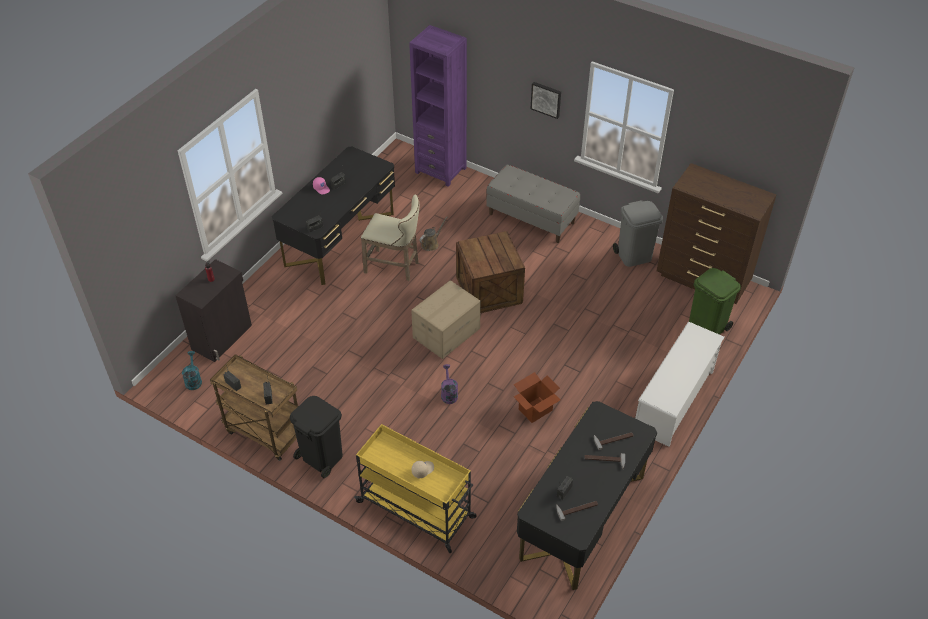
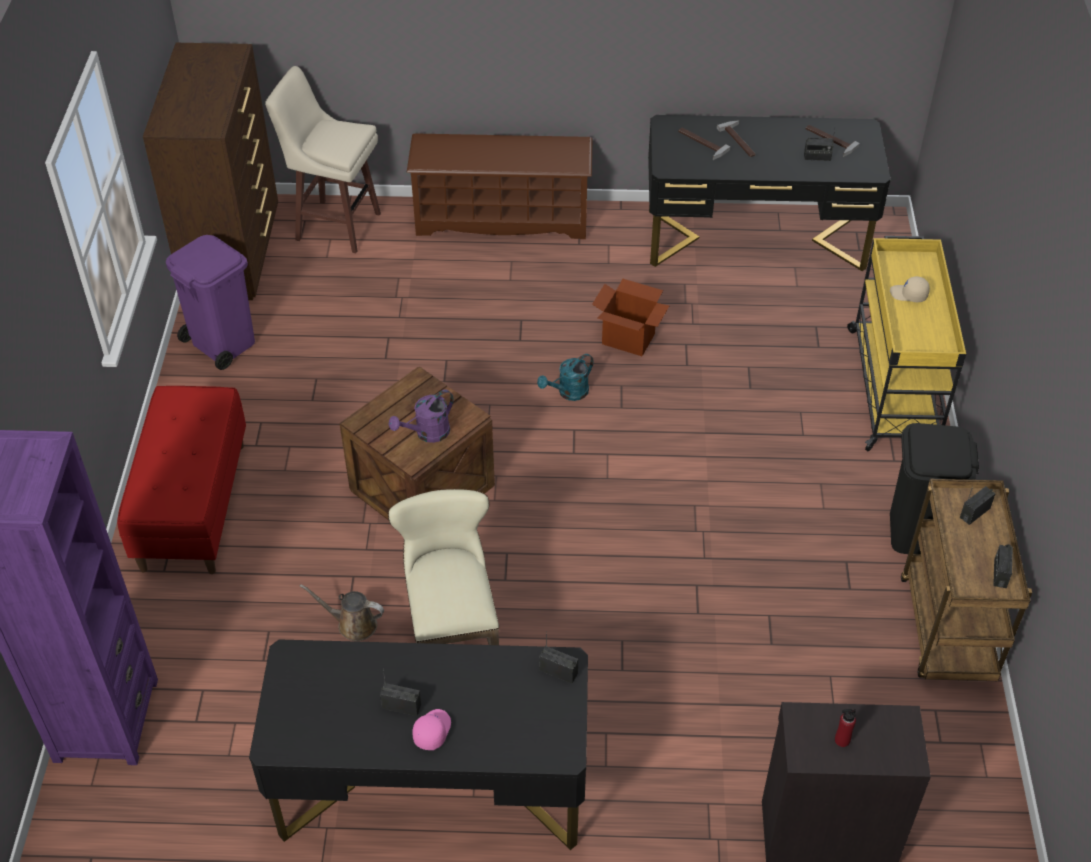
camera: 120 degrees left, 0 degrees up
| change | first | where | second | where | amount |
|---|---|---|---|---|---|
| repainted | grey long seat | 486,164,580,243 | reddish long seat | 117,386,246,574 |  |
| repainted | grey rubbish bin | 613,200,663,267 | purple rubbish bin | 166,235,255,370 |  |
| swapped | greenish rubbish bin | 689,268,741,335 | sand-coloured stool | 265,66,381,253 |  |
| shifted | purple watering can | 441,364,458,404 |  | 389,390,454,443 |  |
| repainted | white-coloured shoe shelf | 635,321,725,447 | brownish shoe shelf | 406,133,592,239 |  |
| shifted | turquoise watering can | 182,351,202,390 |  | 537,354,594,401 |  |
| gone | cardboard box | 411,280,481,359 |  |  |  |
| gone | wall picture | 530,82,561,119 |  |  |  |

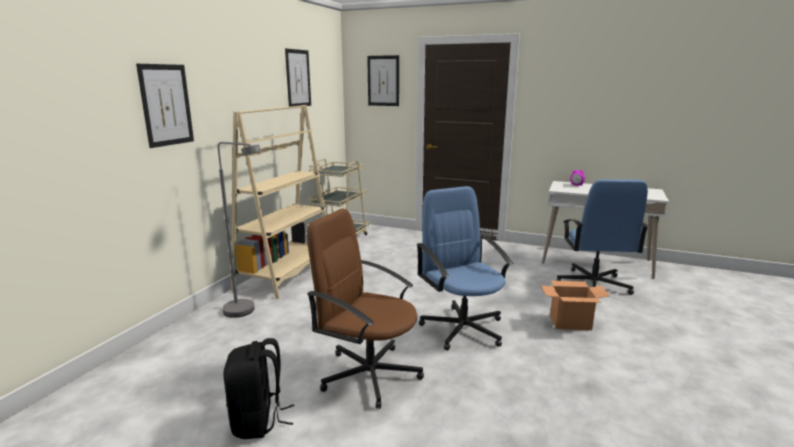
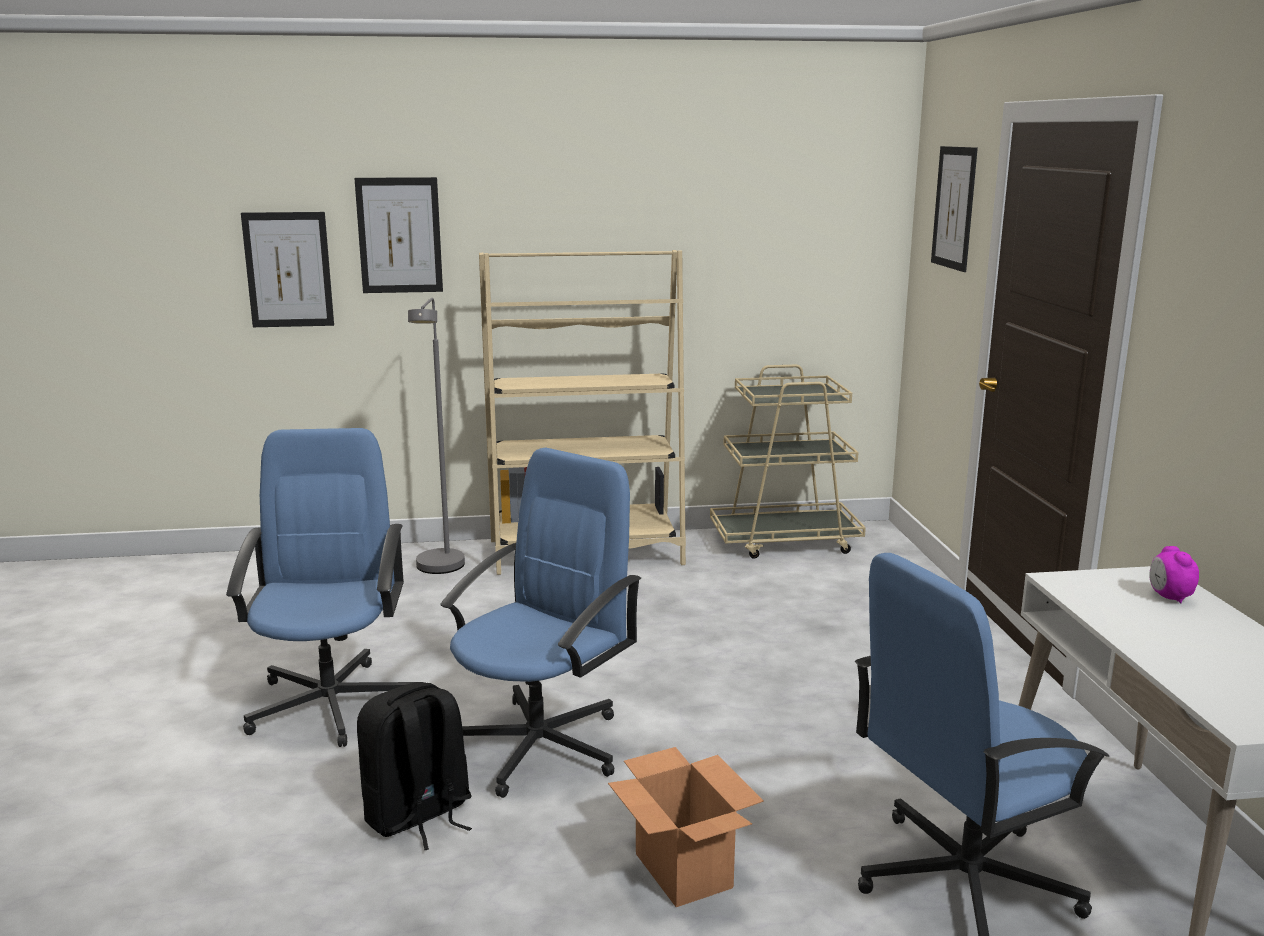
camera: 60 degrees right, 0 degrees up
| change | first | where | second | where | amount |
|---|---|---|---|---|---|
| repainted | brownish desk chair | 307,209,424,409 | blue-coloured desk chair | 226,428,414,747 |  |
| shifted | wall picture | 285,49,311,107 |  | 241,212,334,327 |  |
| shifted | black knapsack | 223,338,294,439 |  | 357,682,472,850 |  |

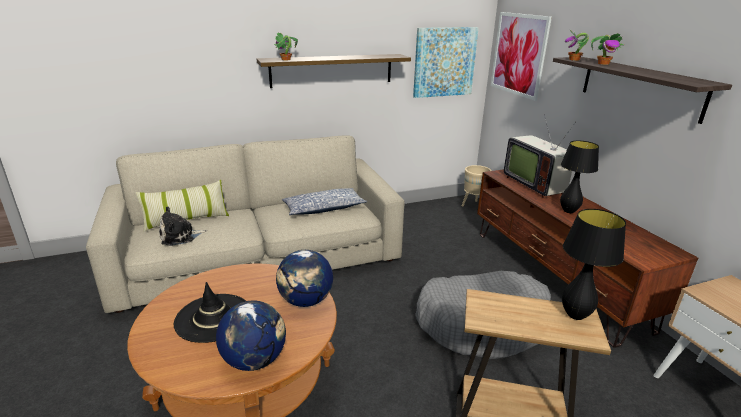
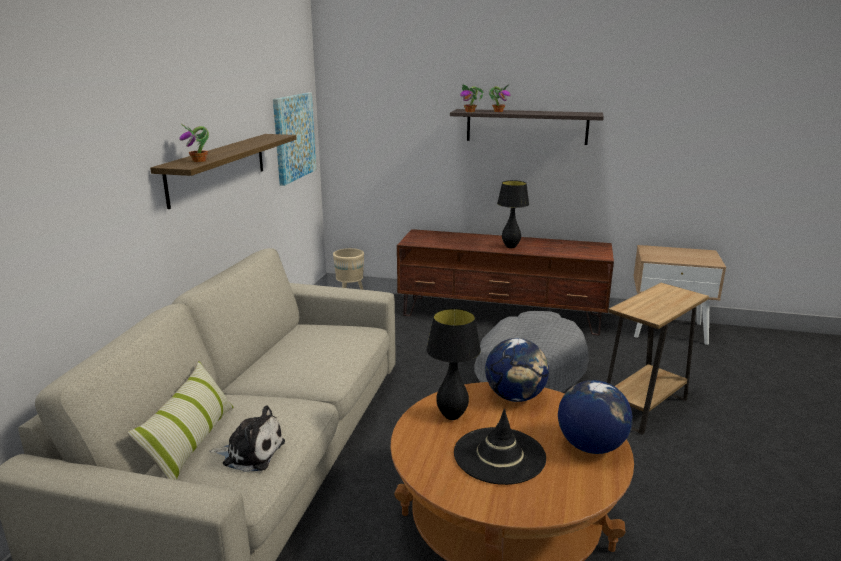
camera: 55 degrees left, 5 degrees down
| change | first | where | second | where | amount |
|---|---|---|---|---|---|
| rotated | cuddly toy | 159,206,207,246 |  | 209,405,285,472 | 90 degrees counterclockwise |
| shifted | black tabletop lamp | 562,209,626,320 |  | 426,308,481,420 |  |
| gone | pillow | 282,188,367,215 |  |  |  |
| gone | wall picture | 491,12,552,101 |  |  |  |
| gone | TV | 504,114,576,198 |  |  |  |

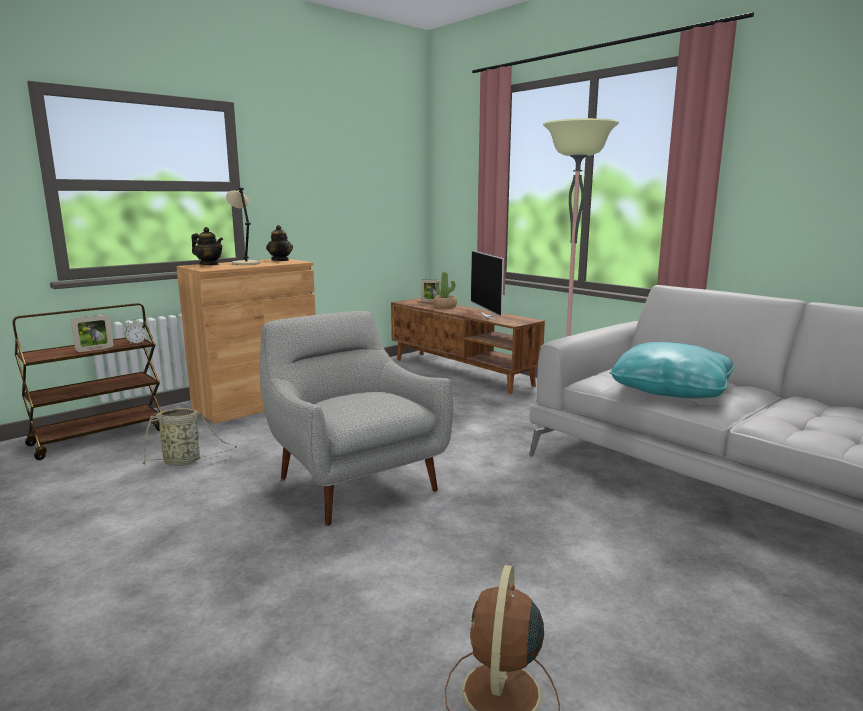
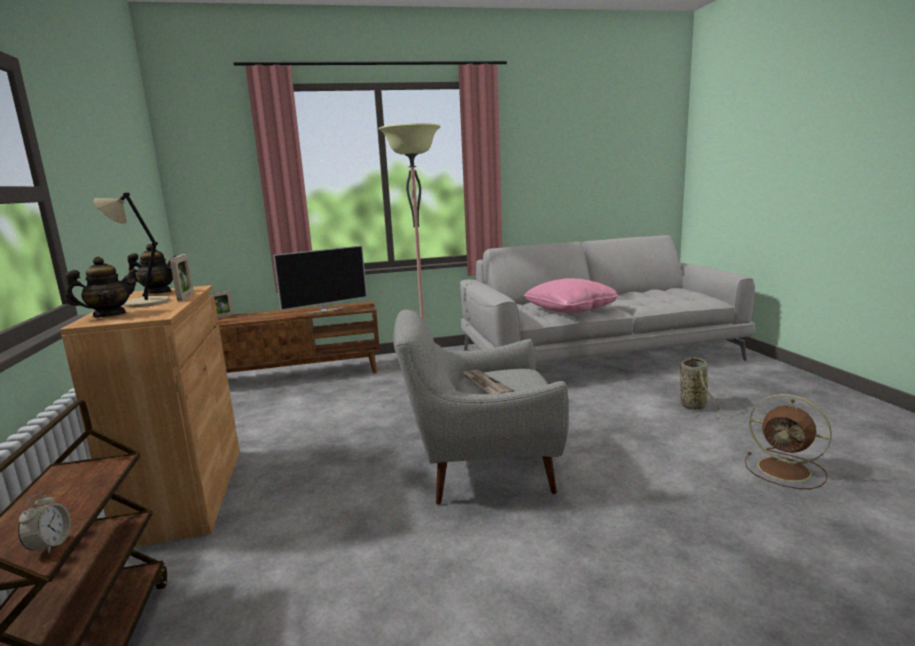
camera: 60 degrees left, 0 degrees up
| change | first | where | second | where | amount |
|---|---|---|---|---|---|
| shifted | alarm clock | 125,319,146,344 |  | 18,494,71,554 |  |
| shifted | picture frame | 71,315,113,352 |  | 170,254,194,301 |  |
| rotated | TV | 471,250,504,321 |  | 273,245,367,314 | 45 degrees counterclockwise |
| new |  |  | printed paper | 462,370,515,394 |  |
| repainted | turquoise pillow | 610,342,734,399 | pink pillow | 524,278,619,313 |  |
| shifted | storage basket | 141,408,237,466 |  | 679,358,721,416 |  |
| gone | potted plant | 434,271,457,308 |  |  |  |

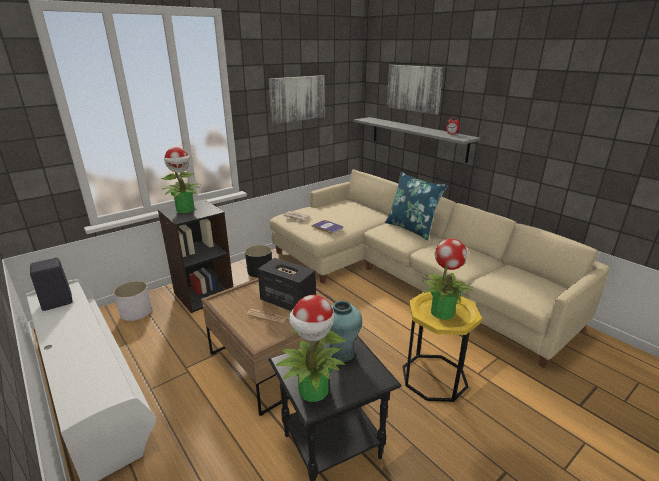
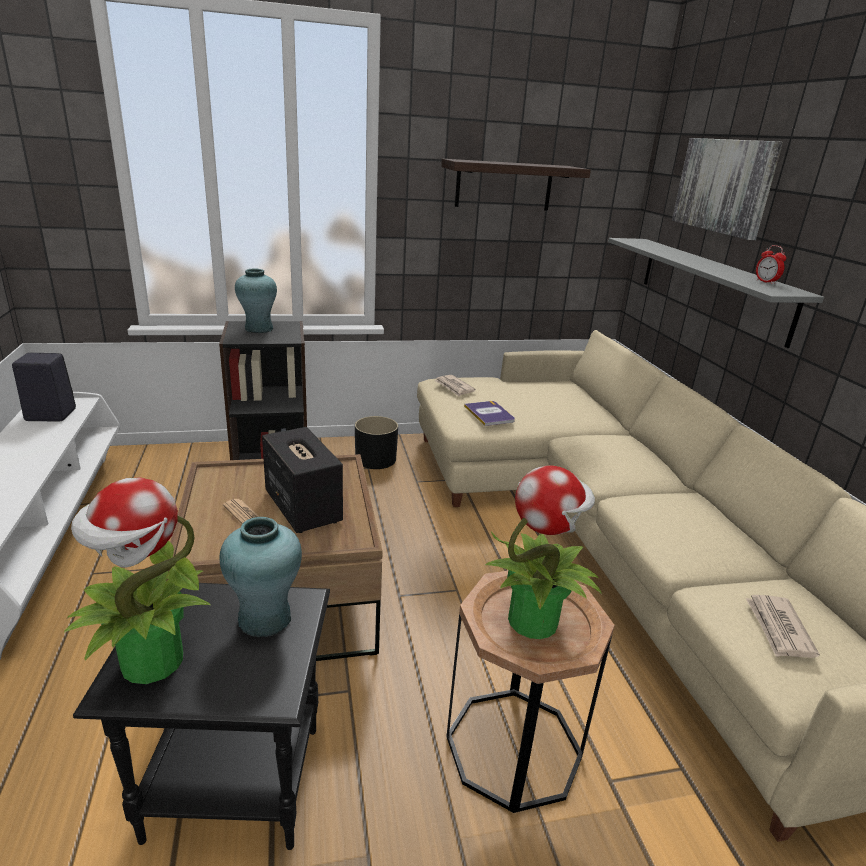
camera: 25 degrees right, 0 degrees up
| change | first | where | second | where | amount |
|---|---|---|---|---|---|
| swapped | potted plant | 161,147,198,213 | turquoise decorative vase | 235,269,277,333 |  |
| swapped | wall picture | 269,75,325,124 | shelf | 441,159,591,211 |  |
| repainted | yellowish end table | 403,291,482,402 | brownish end table | 446,571,615,813 |  |
| new |  |  | printed paper | 746,595,820,658 |  |
| gone | white-coloured planter | 113,281,152,321 |  |  |  |
| gone | blue-coloured pillow | 385,172,448,240 |  |  |  |

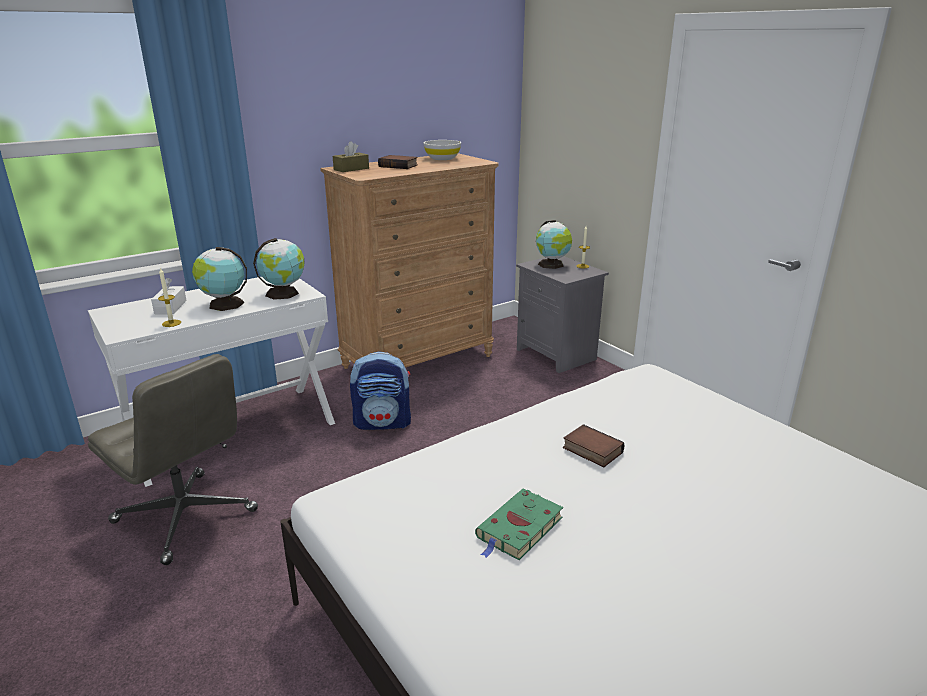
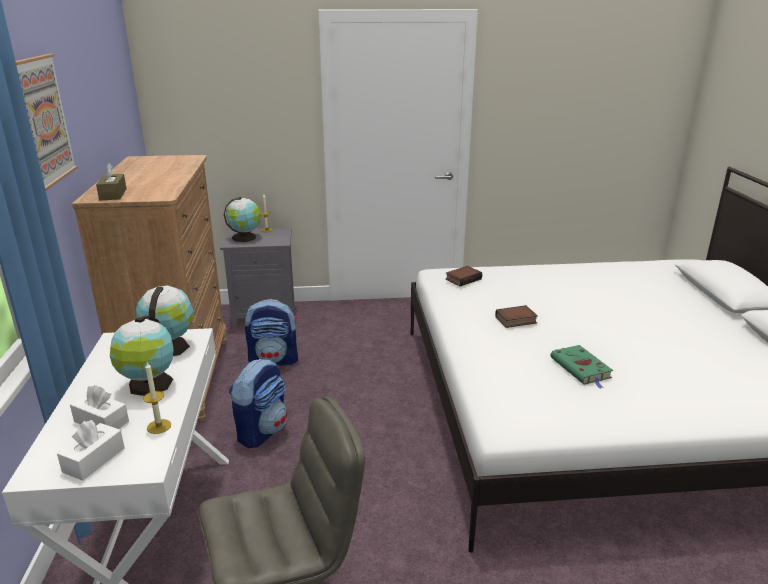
camera: 60 degrees left, 0 degrees up
| change | first | where | second | where | amount |
|---|---|---|---|---|---|
| new |  |  | wall picture | 15,54,78,191 |  |
| new |  |  | white-coloured box of tissues | 57,420,125,481 |  |
| new |  |  | knapsack | 245,299,298,366 |  |
| shifted | bound book | 378,155,418,169 |  | 446,266,482,286 |  |
| gone | white-coloured serving bowl | 424,140,461,160 |  |  |  |

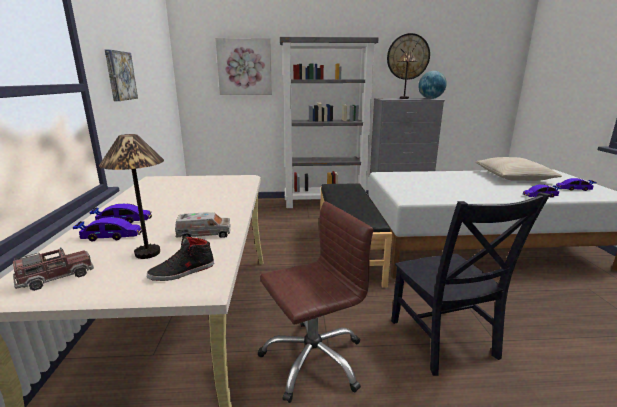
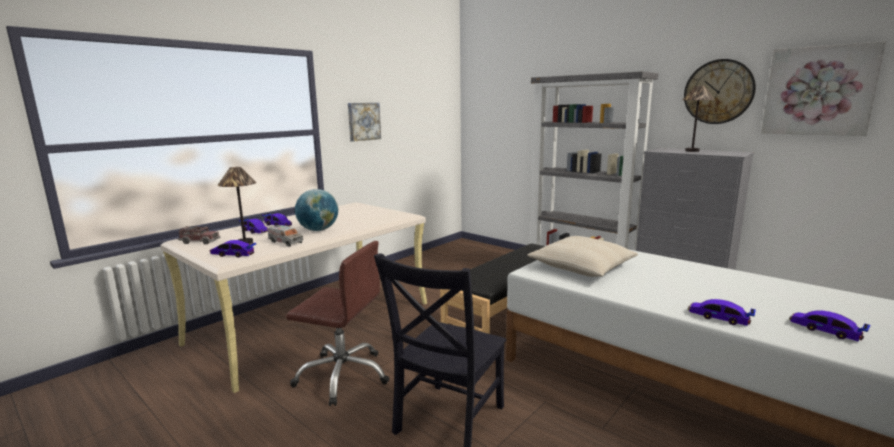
camera: 45 degrees right, 5 degrees down
| change | first | where | second | where | amount |
|---|---|---|---|---|---|
| swapped | black low shoe | 147,236,214,281 | miniature car | 210,240,256,258 |  |
| shifted | globe | 418,71,447,99 |  | 295,189,338,231 |  |
| shifted | sand-coloured pillow | 476,157,562,181 |  | 527,236,638,277 |  |
| shifted | wall picture | 215,38,272,95 |  | 761,41,886,136 |  |

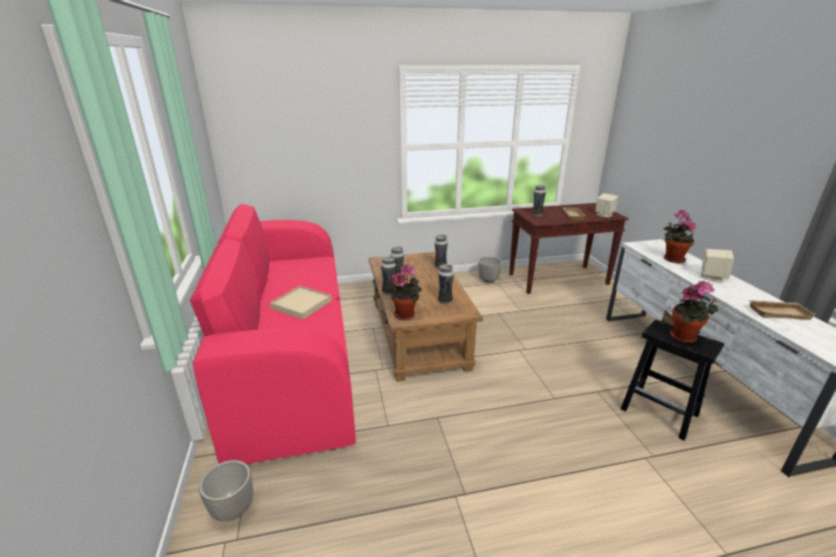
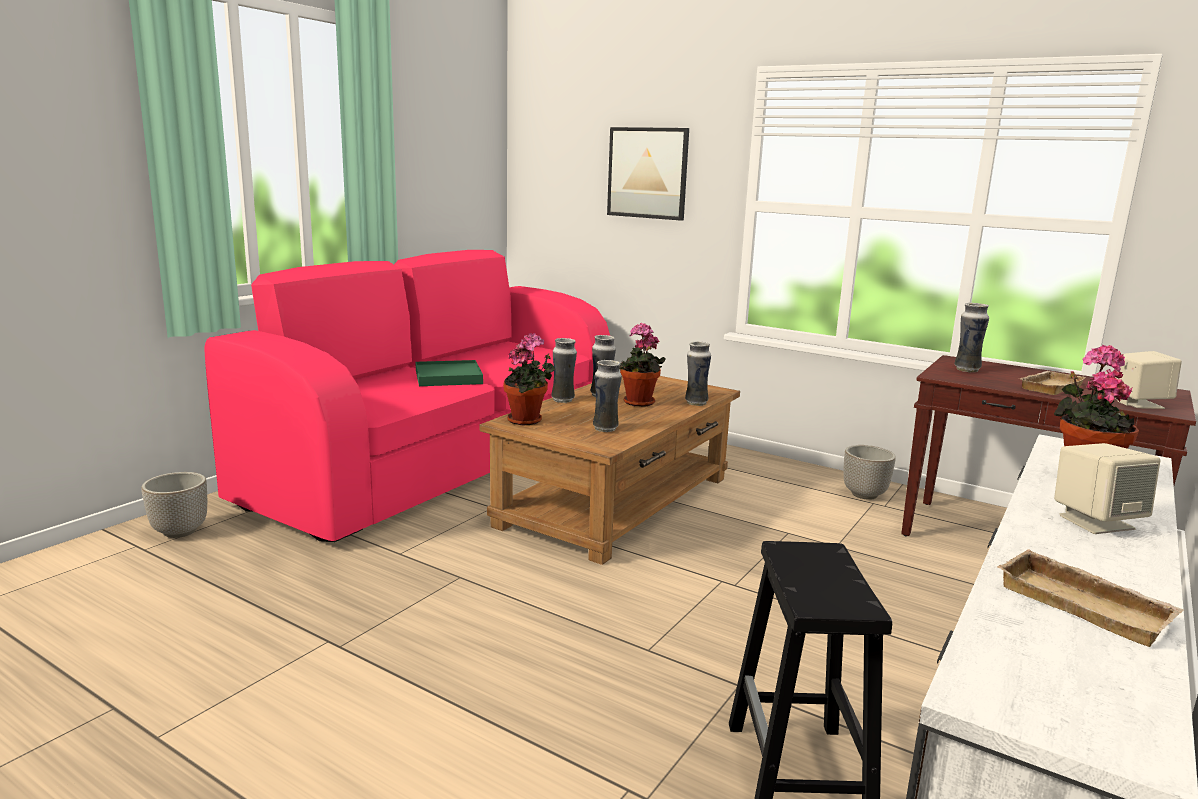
camera: 45 degrees right, 10 degrees down
| change | first | where | second | where | amount |
|---|---|---|---|---|---|
| repainted | sand-coloured carrying tray | 270,286,332,319 | greenish carrying tray | 416,360,483,386 |  |
| new |  |  | wall picture | 607,127,689,221 |  |
| shifted | potted plant | 669,281,718,343 |  | 619,322,666,407 |  |

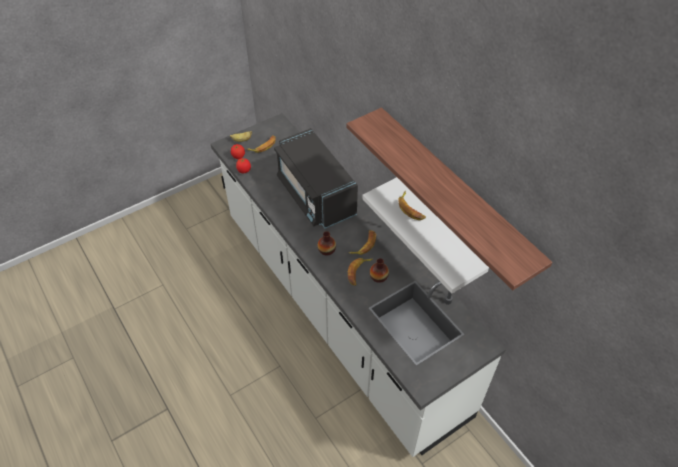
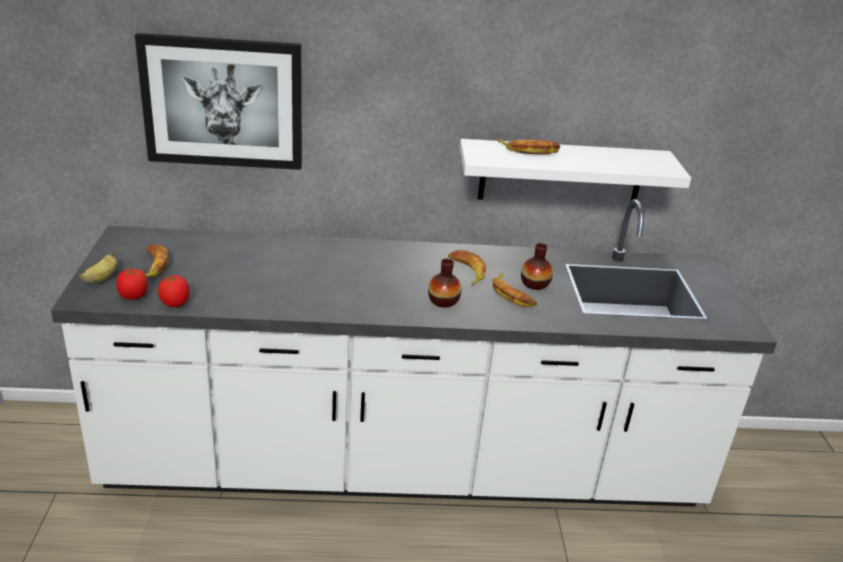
camera: 60 degrees left, 20 degrees down
| change | first | where | second | where | amount |
|---|---|---|---|---|---|
| new |  |  | wall picture | 135,33,302,170 |  |
| gone | black microwave oven | 274,128,358,229 |  |  |  |
| gone | shelf | 346,108,552,290 |  |  |  |

